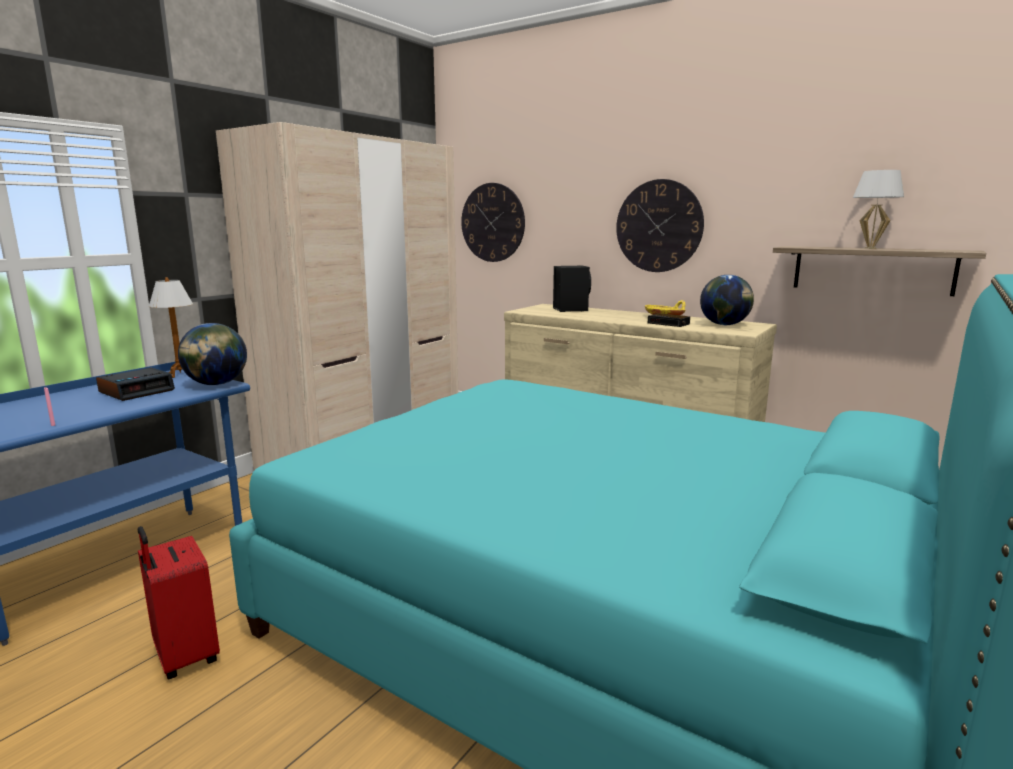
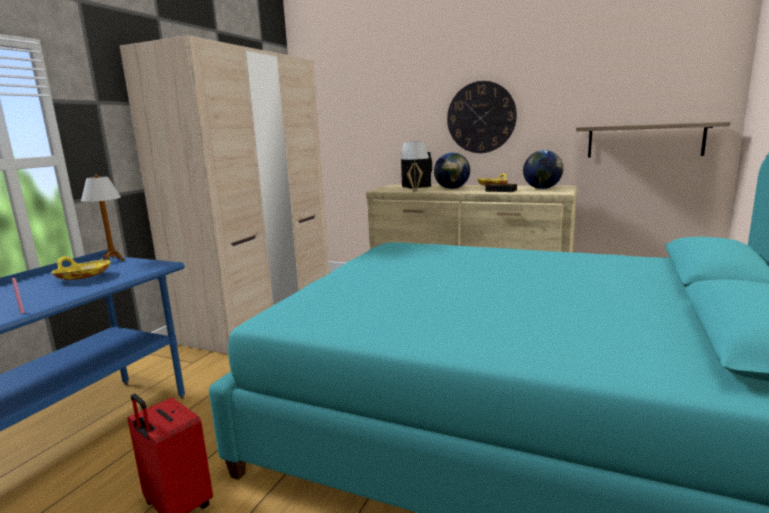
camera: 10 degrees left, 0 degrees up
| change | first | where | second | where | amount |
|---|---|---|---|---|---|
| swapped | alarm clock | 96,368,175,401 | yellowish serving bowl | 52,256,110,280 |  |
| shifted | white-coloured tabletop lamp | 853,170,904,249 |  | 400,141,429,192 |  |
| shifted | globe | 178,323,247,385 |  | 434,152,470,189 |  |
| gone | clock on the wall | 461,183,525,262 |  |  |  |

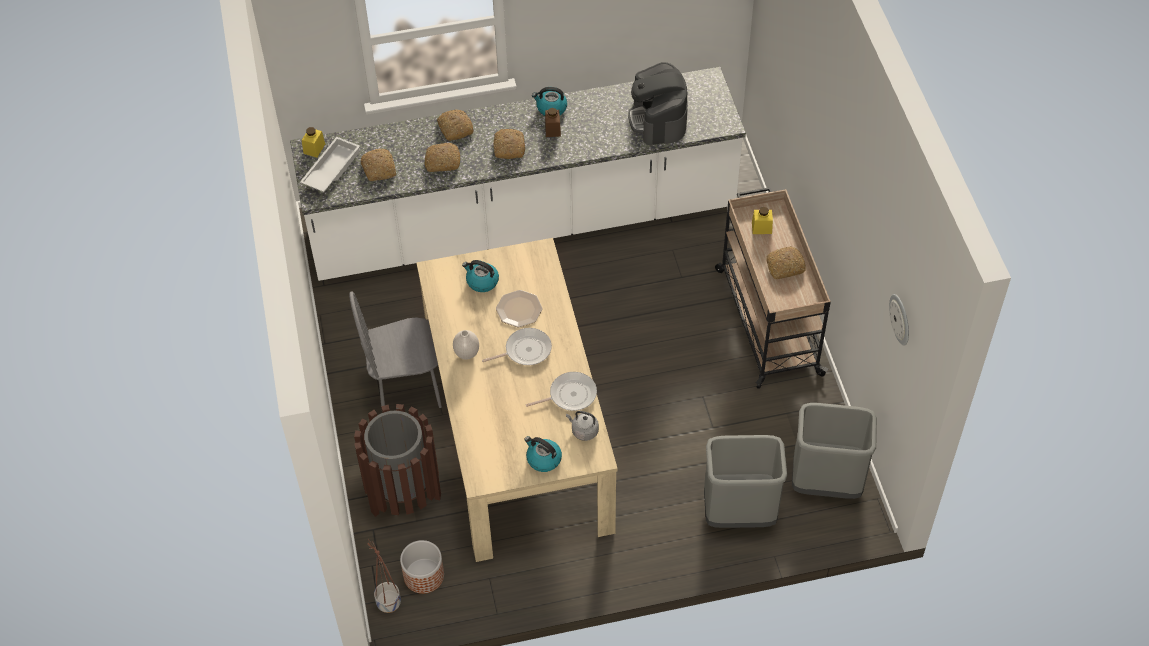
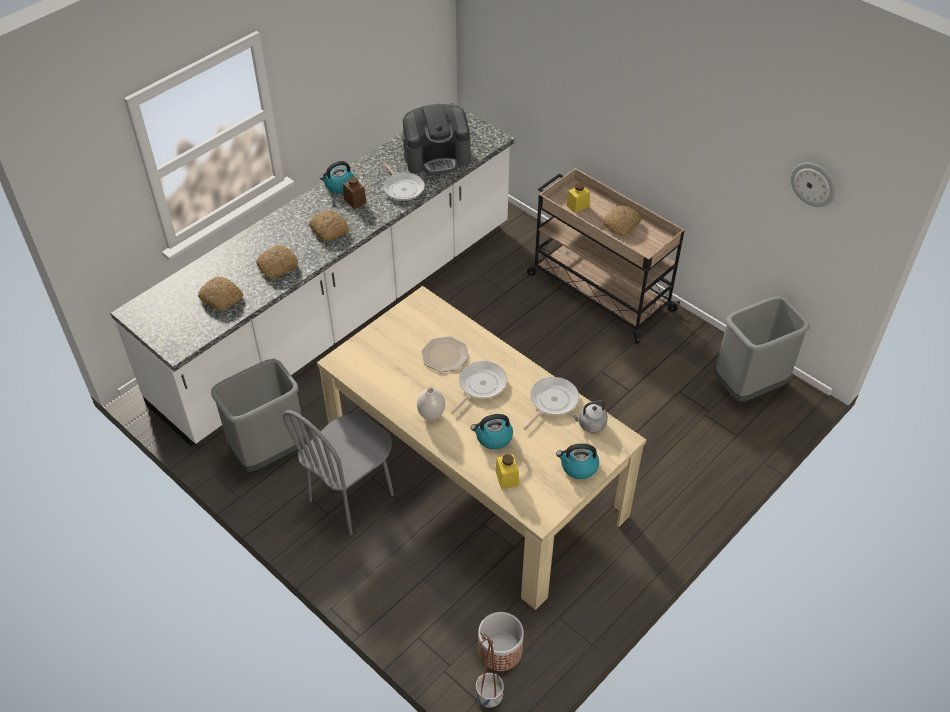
camera: 35 degrees left, 5 degrees down
| change | first | where | second | where | amount |
|---|---|---|---|---|---|
| shifted | grey rubbish bin | 704,435,787,528 |  | 211,358,306,472 |  |
| new |  |  | skillet | 383,162,425,201 |  |
| rotated | coffee brewer | 628,62,688,145 |  | 402,104,471,175 | 60 degrees counterclockwise |
| shifted | tea kettle | 462,260,499,292 |  | 471,414,513,449 |  |
| shifted | yellowish jar | 302,127,325,157 |  | 496,454,519,489 |  |
| gone | white-coloured carrying tray | 300,137,360,192 |  |  |  |
| gone | brownish rubbish bin | 354,404,441,517 |  |  |  |
| gone | bakery bread | 437,110,474,141 |  |  |  |

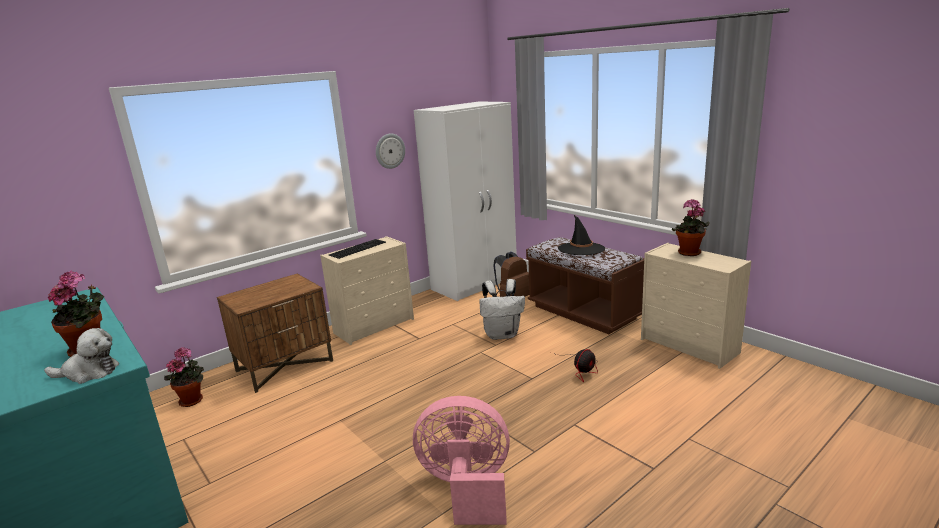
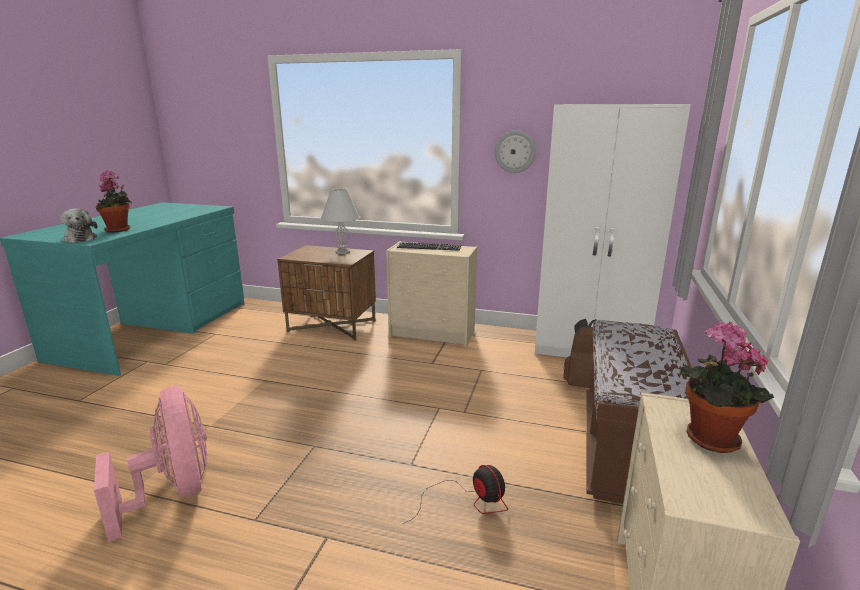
camera: 55 degrees right, 0 degrees up
| change | first | where | second | where | amount |
|---|---|---|---|---|---|
| new |  |  | white-coloured tabletop lamp | 321,188,360,254 |  |
| rotated | electric fan | 551,349,598,382 |  | 403,465,508,524 | 135 degrees counterclockwise |
| gone | potted plant | 164,347,204,407 |  |  |  |
| gone | white-coloured knapsack | 479,279,525,340 |  |  |  |
| gone | black clothing hat | 558,215,605,255 |  |  |  |

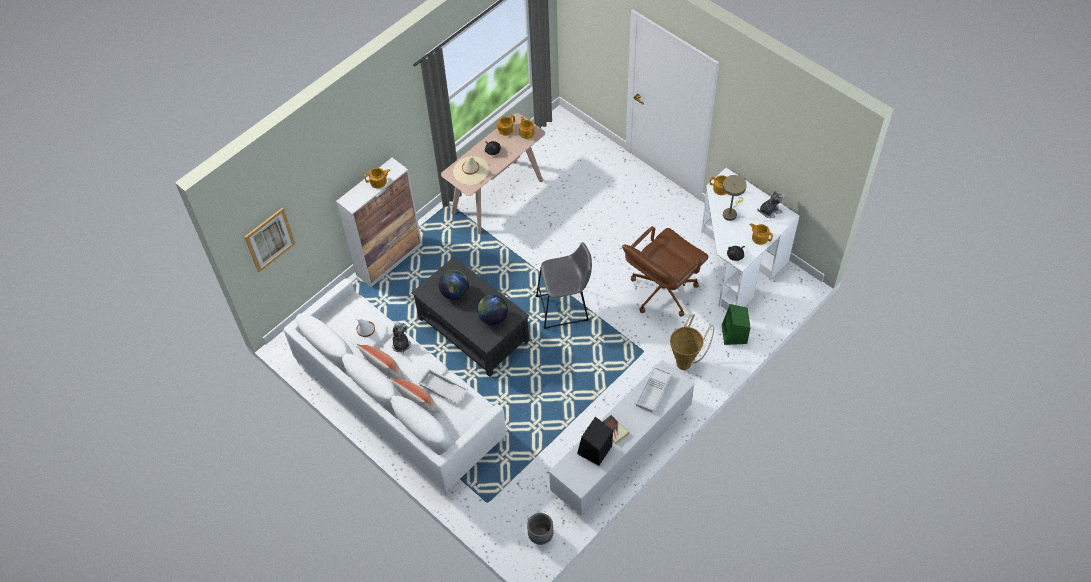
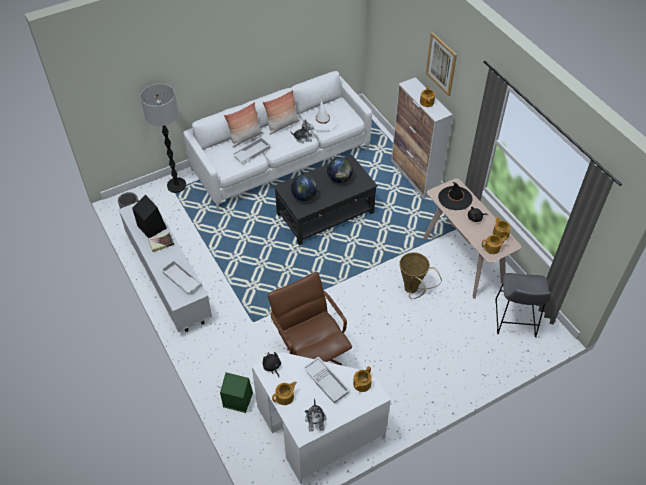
camera: 105 degrees right, 5 degrees down
| change | first | where | second | where | amount |
|---|---|---|---|---|---|
| new |  |  | standing lamp | 140,84,186,193 |  |
| swapped | sand-coloured tabletop lamp | 723,175,747,221 | white-coloured carrying tray | 303,356,350,404 |  |
| shifted | storage basket | 670,314,714,370 |  | 399,252,442,299 |  |
| shifted | wall picture | 245,207,295,272 |  | 426,32,457,96 |  |
| repainted | sand-coloured clothing hat | 453,156,489,185 | black clothing hat | 438,182,472,210 |  |
| shifted | grey stool | 536,242,592,329 |  | 495,273,551,337 |  |

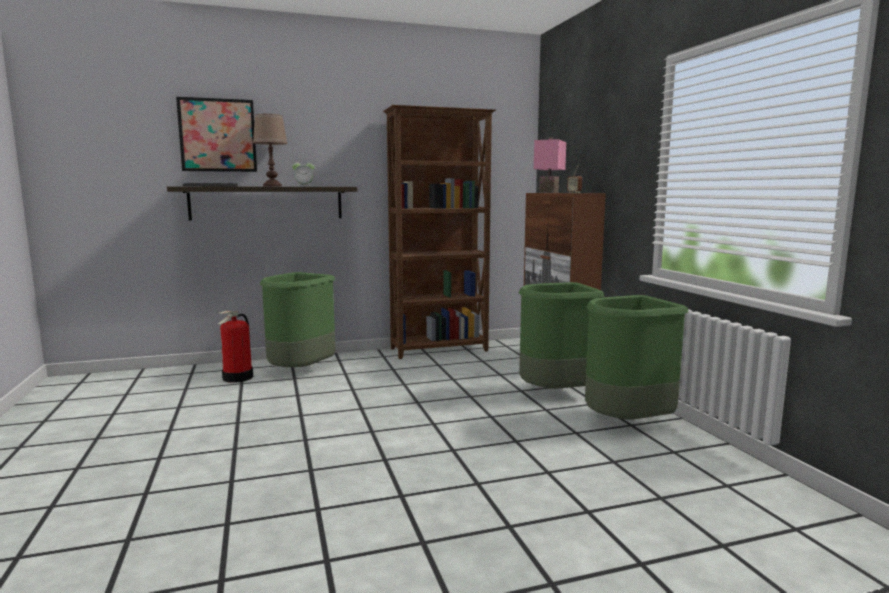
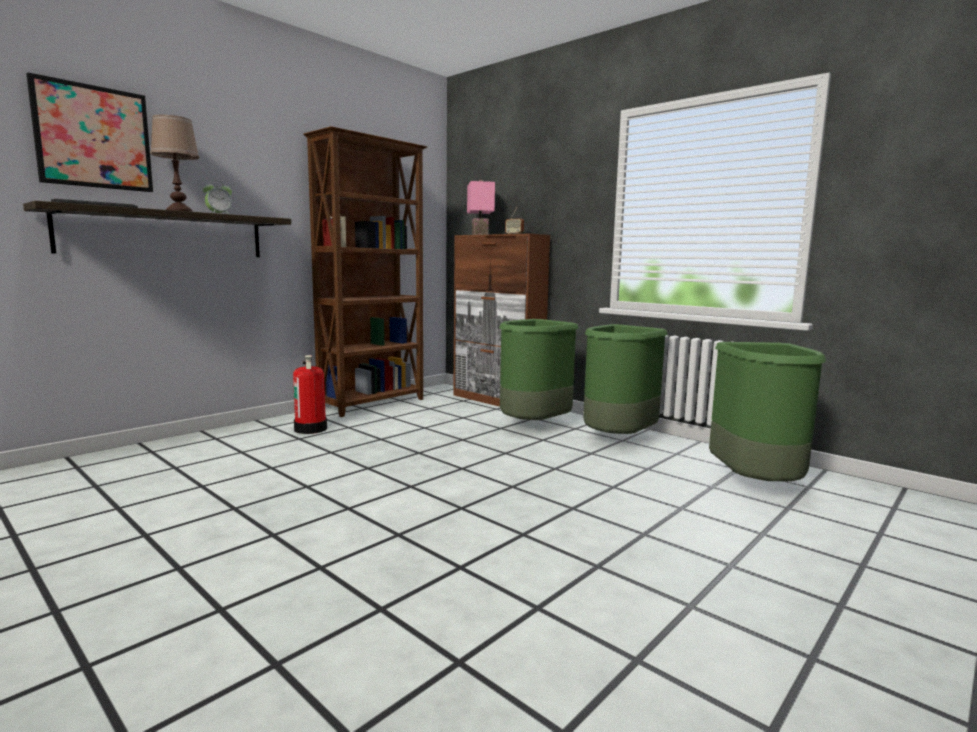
camera: 30 degrees left, 0 degrees up
| change | first | where | second | where | amount |
|---|---|---|---|---|---|
| shifted | extinguisher | 218,311,253,383 |  | 293,355,327,434 |  |
| shifted | greenish rubbish bin | 260,272,335,367 |  | 709,342,826,481 |  |

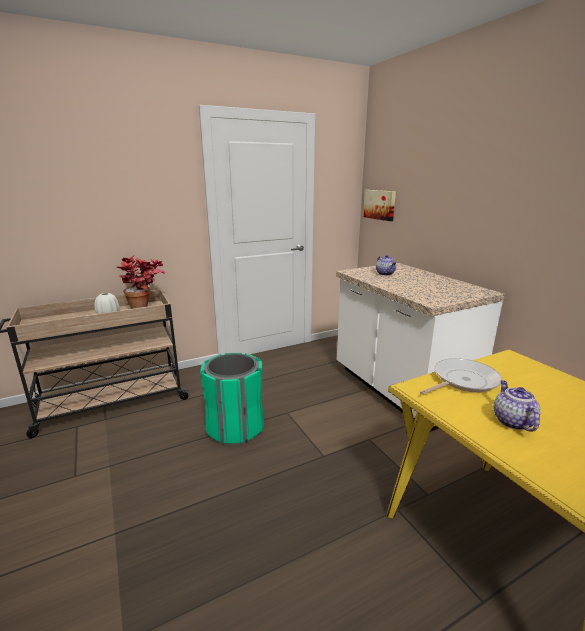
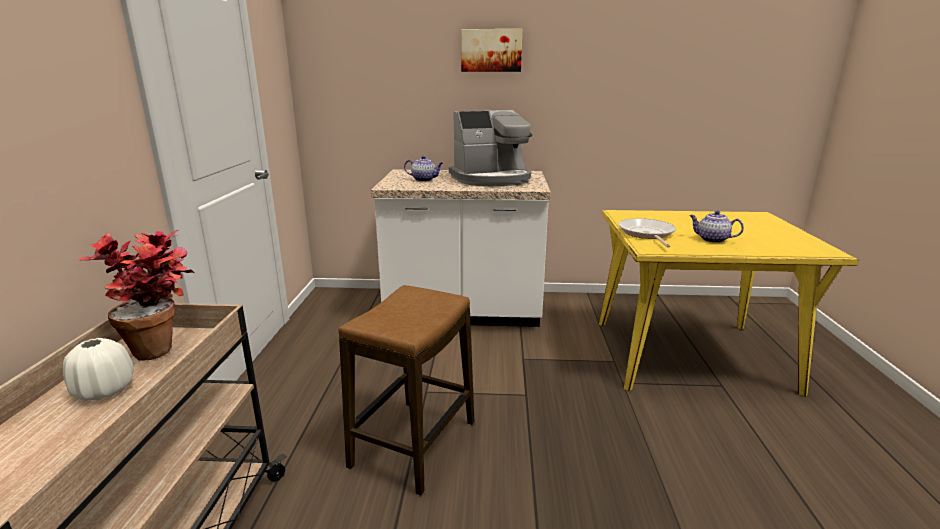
camera: 60 degrees left, 0 degrees up
| change | first | where | second | where | amount |
|---|---|---|---|---|---|
| swapped | greenish rubbish bin | 200,353,264,446 | stool | 338,285,474,495 |  |
| new |  |  | coffee brewer | 449,110,532,186 |  |
| shifted | wall picture | 364,190,396,221 |  | 461,29,522,72 |  |

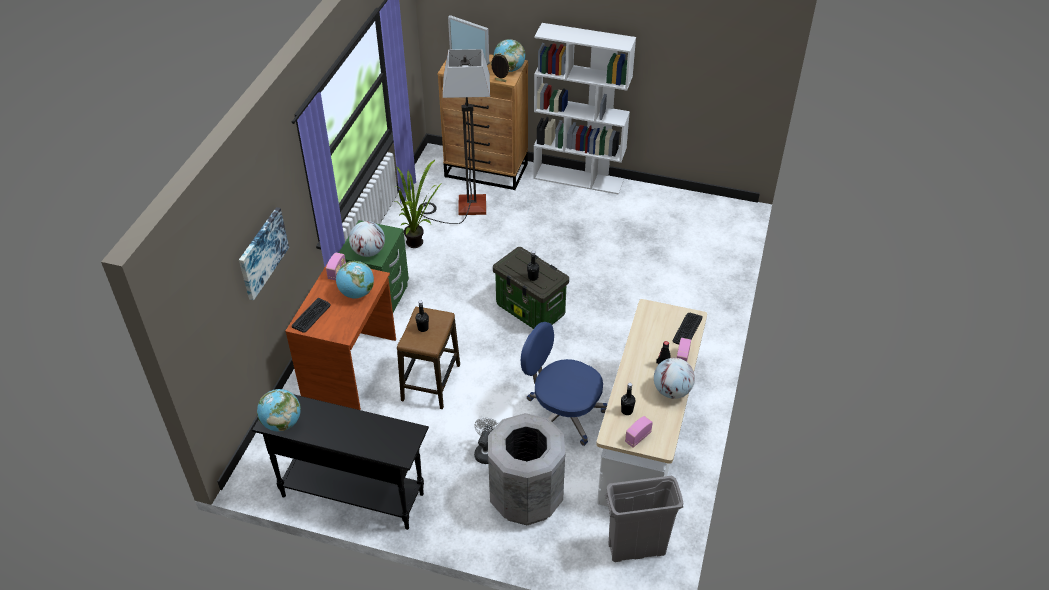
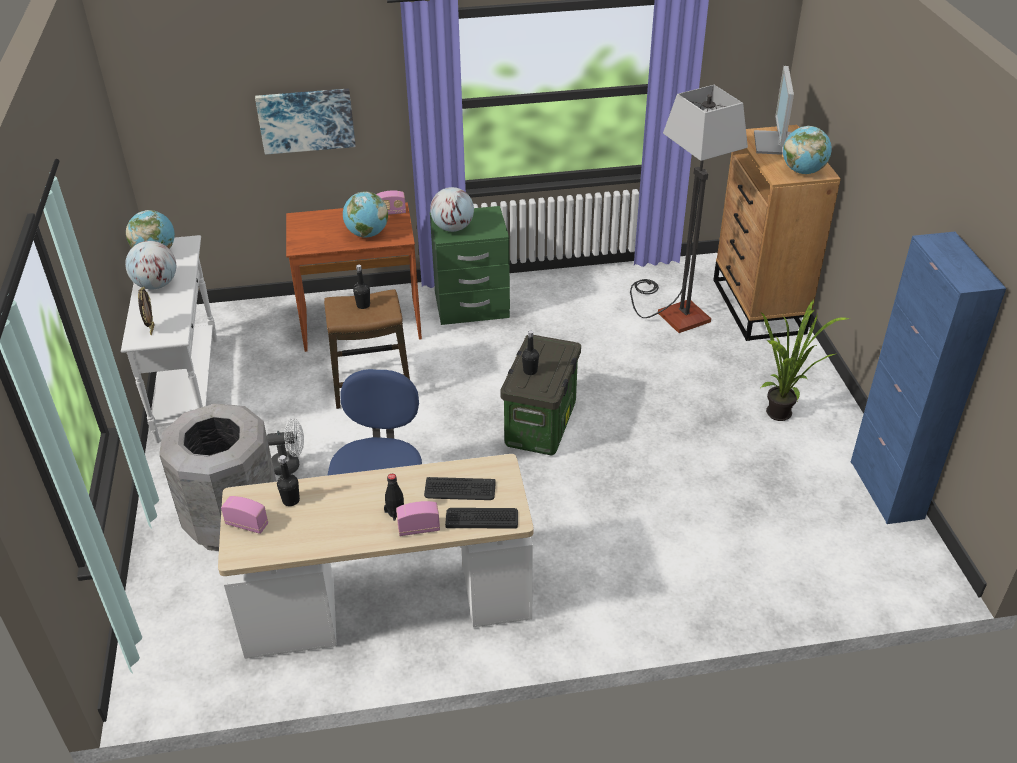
camera: 65 degrees right, 5 degrees down
| change | first | where | second | where | amount |
|---|---|---|---|---|---|
| repainted | black console table | 252,395,429,530 | white-coloured console table | 121,235,218,443 |  |
| shifted | globe | 654,358,695,399 |  | 125,241,176,290 |  |
| shifted | picture frame | 491,52,511,82 |  | 138,287,155,335 |  |
| shifted | computer keyboard | 292,298,331,333 |  | 424,477,496,500 |  |
| shifted | potted plant | 395,160,442,248 |  | 760,299,850,421 |  |
| new |  |  | blue-coloured cupboard | 851,232,1006,524 |  |
| gone | white-coloured shelving unit | 533,23,636,195 |  |  |  |
| gone | grey rubbish bin | 605,476,684,562 |  |  |  |

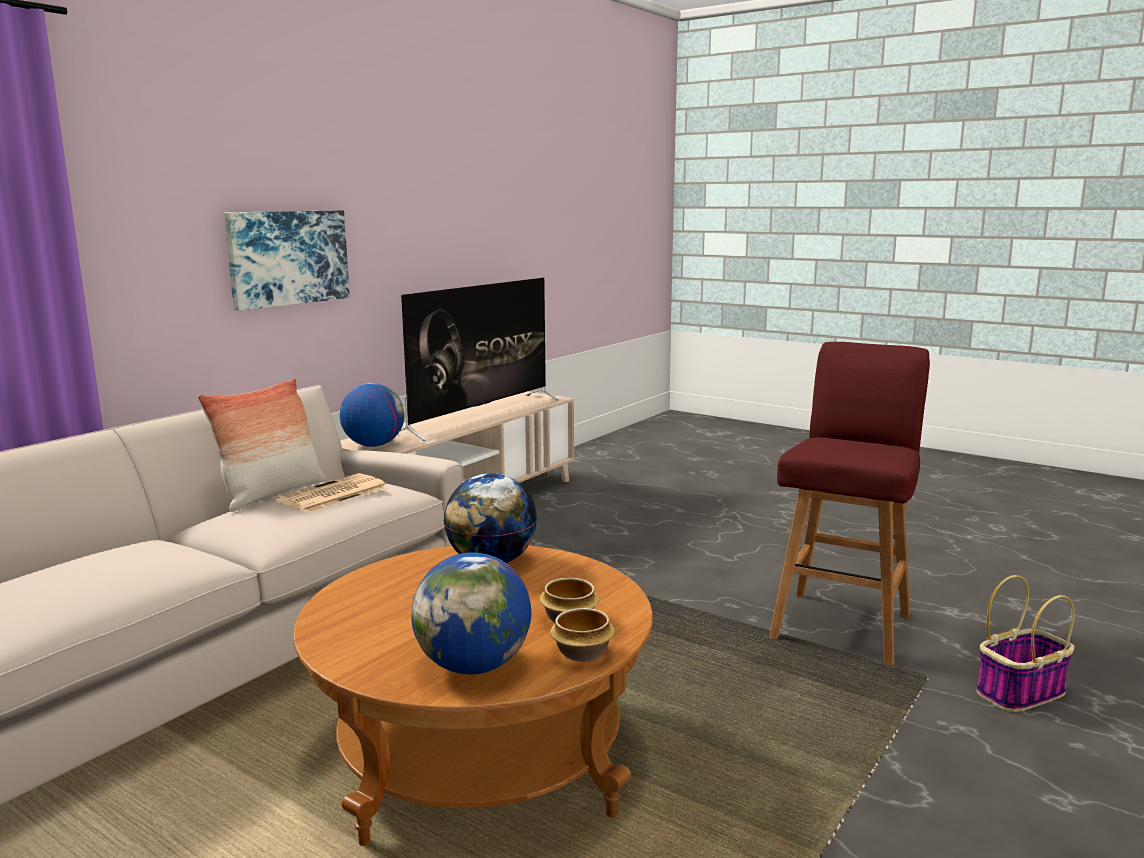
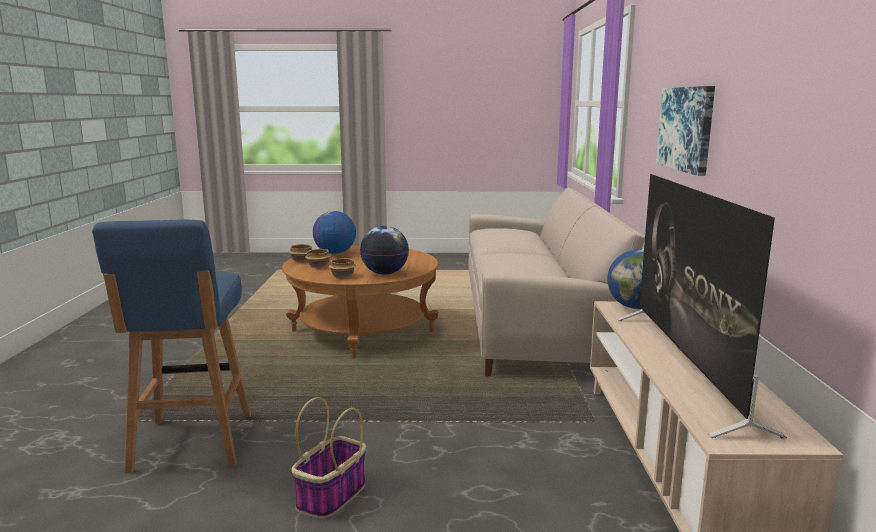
camera: 145 degrees right, 0 degrees up
| change | first | where | second | where | amount |
|---|---|---|---|---|---|
| repainted | reddish stool | 769,342,930,665 | blue-coloured stool | 92,219,251,473 |  |
| shifted | storage basket | 977,575,1075,712 |  | 292,397,366,519 |  |
| new |  |  | serving bowl | 328,258,356,278 |  |
| gone | pillow | 198,378,326,512 |  |  |  |
| gone | printed paper | 276,473,388,513 |  |  |  |

